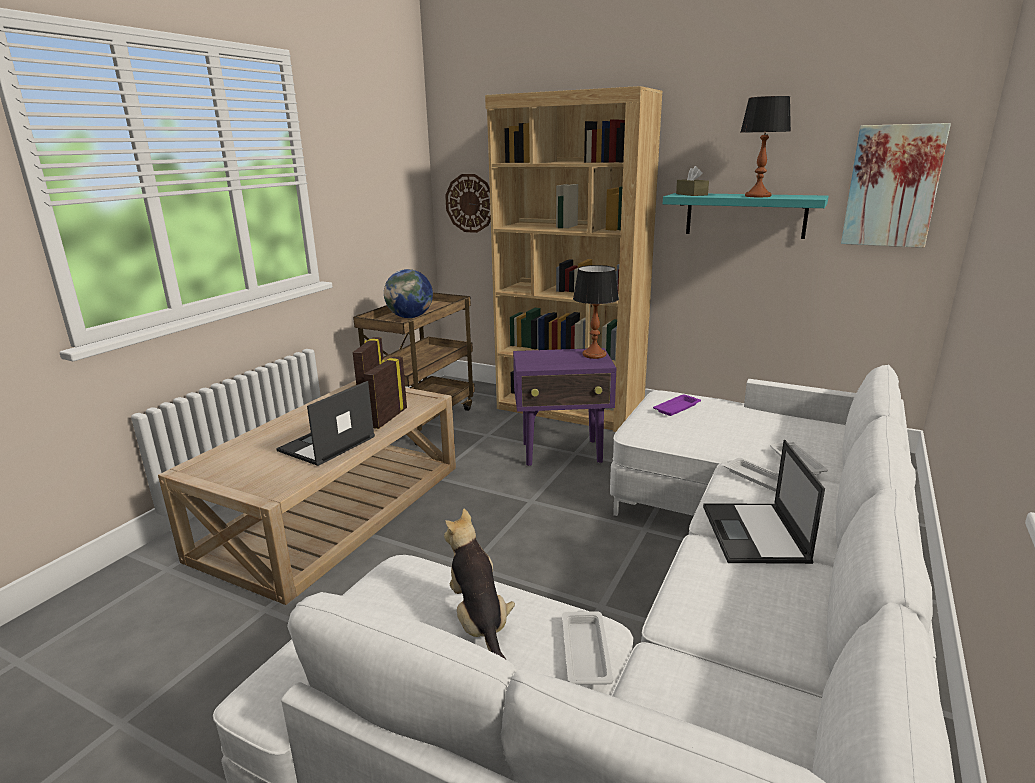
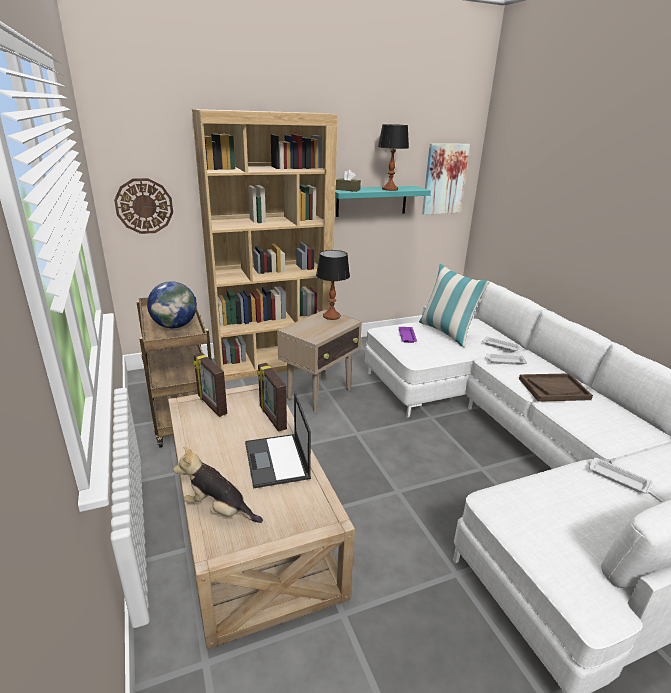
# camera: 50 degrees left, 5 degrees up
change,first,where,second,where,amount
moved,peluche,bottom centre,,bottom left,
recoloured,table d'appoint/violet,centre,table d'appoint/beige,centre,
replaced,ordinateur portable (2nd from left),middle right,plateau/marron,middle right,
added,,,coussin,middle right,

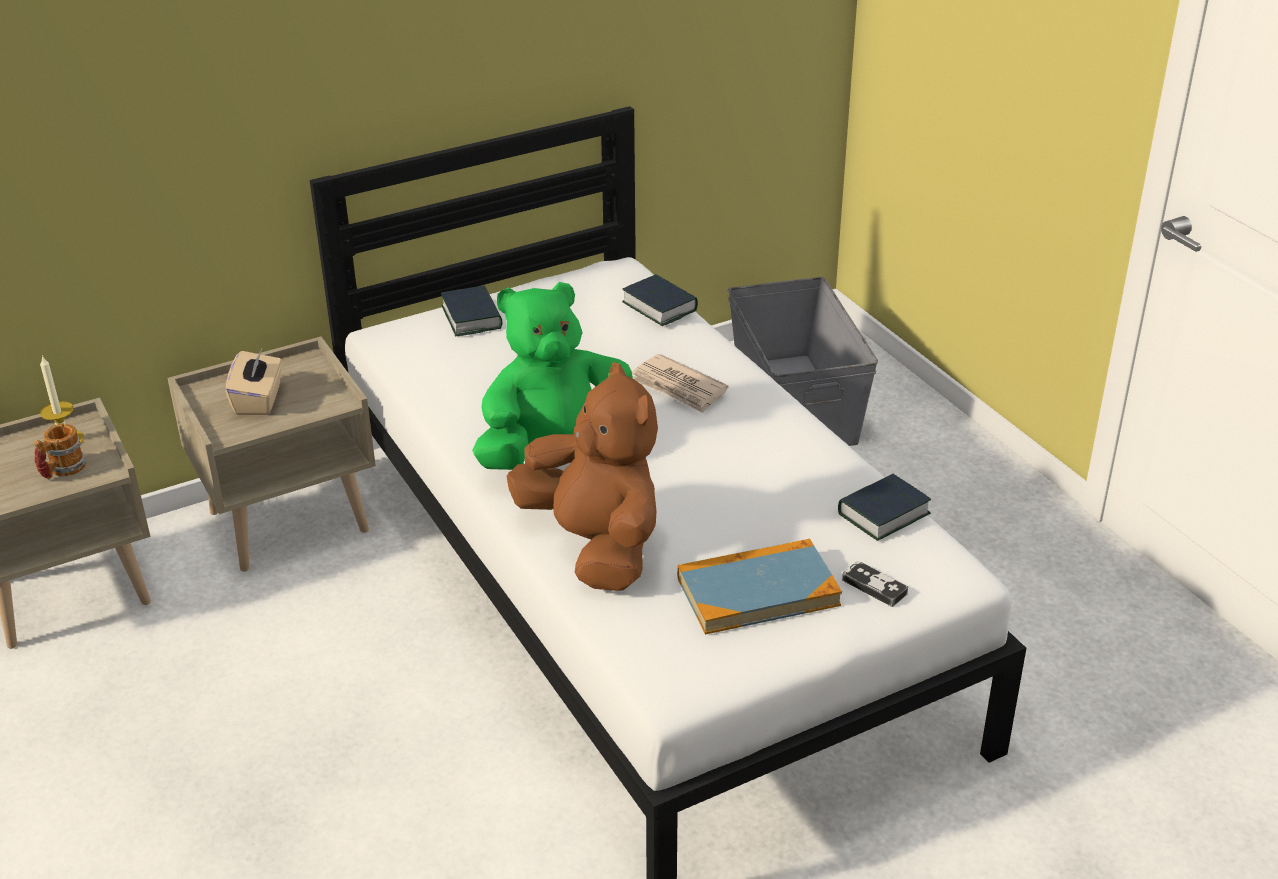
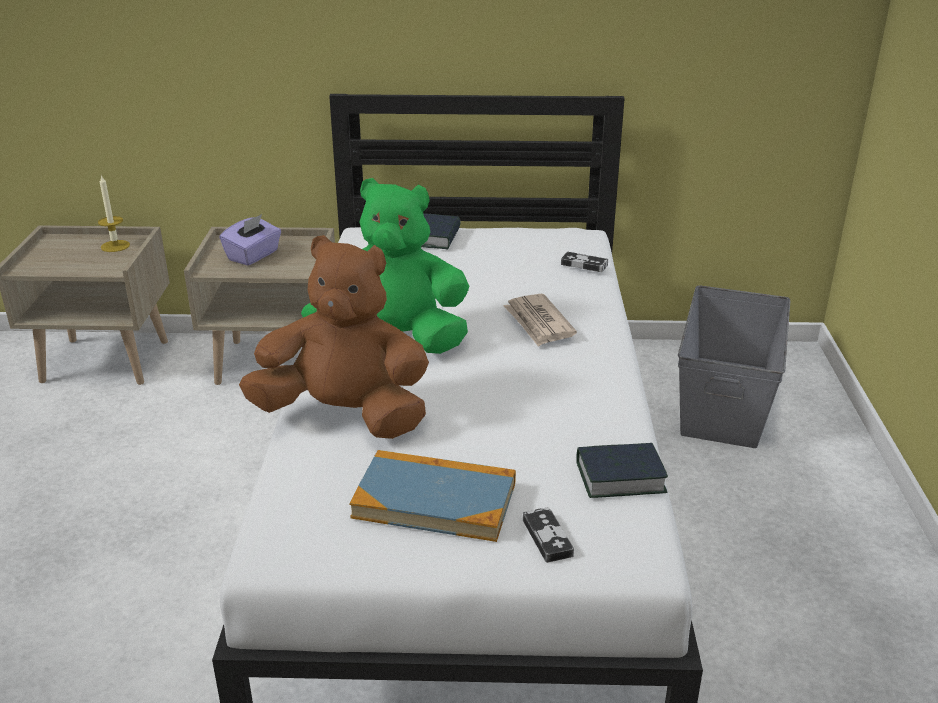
# camera: 30 degrees right, 5 degrees down
change,first,where,second,where,amount
removed,mug,middle left,,,
recoloured,boîte à mouchoirs/beige,middle left,boîte à mouchoirs/violet,middle left,
turned,peluche/marron,centre,,centre,75 degrees counterclockwise
replaced,livre (2nd from left),centre,manette (2nd from left),centre,

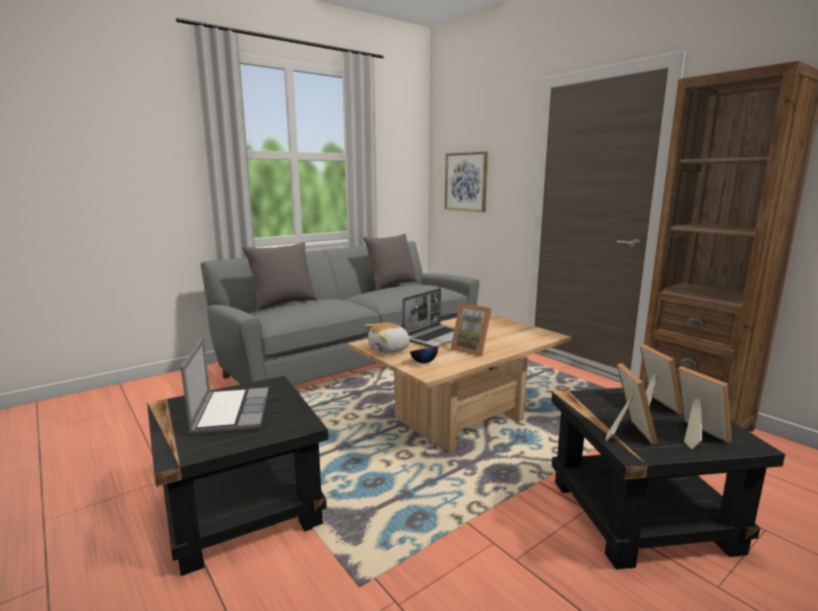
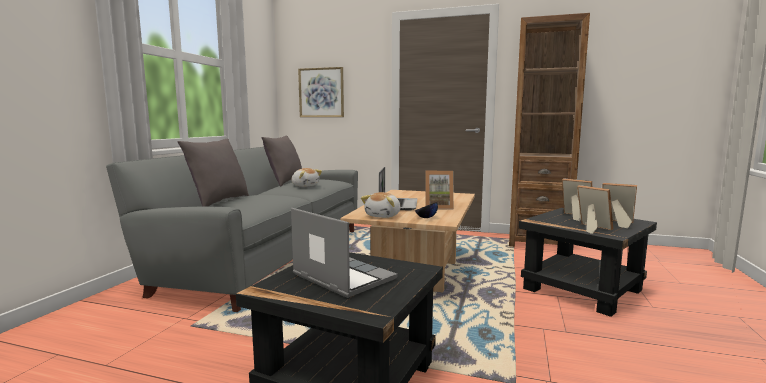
# camera: 35 degrees left, 5 degrees down
change,first,where,second,where,amount
added,,,peluche (1st from left),centre,

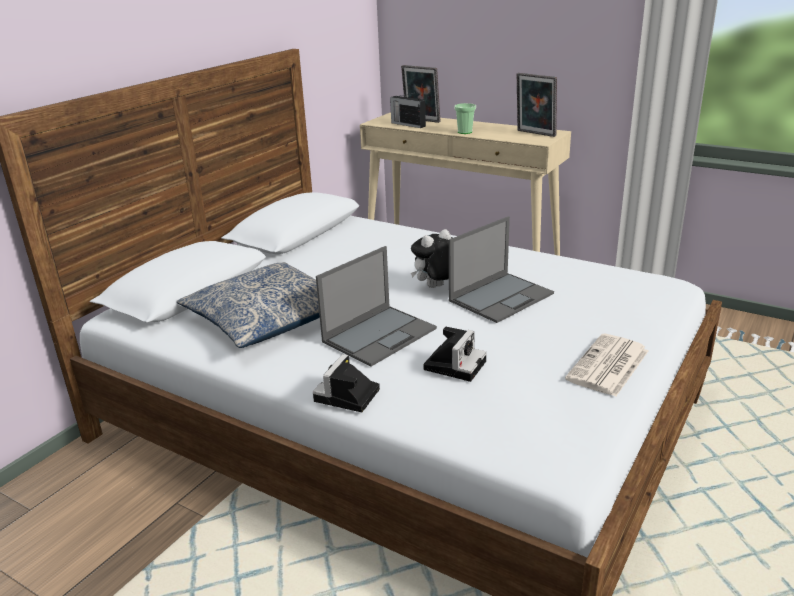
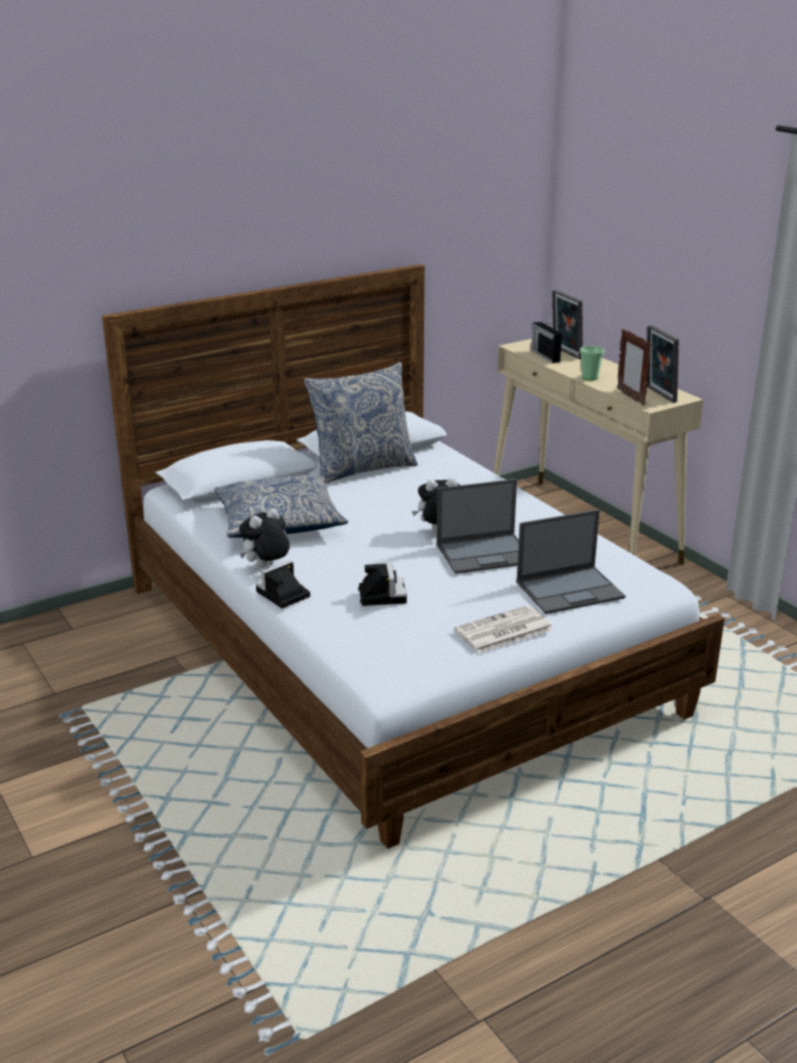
# camera: 25 degrees right, 0 degrees up
change,first,where,second,where,amount
moved,ordinateur portable (1st from left in the first image),centre,ordinateur portable (2nd from left),middle right,
turned,appareil photo (2nd from left),centre,,centre,60 degrees counterclockwise
added,,,peluche (1st from left),middle left,
added,,,coussin (2nd from left),centre,
added,,,cadre photo (2nd from left),middle right,

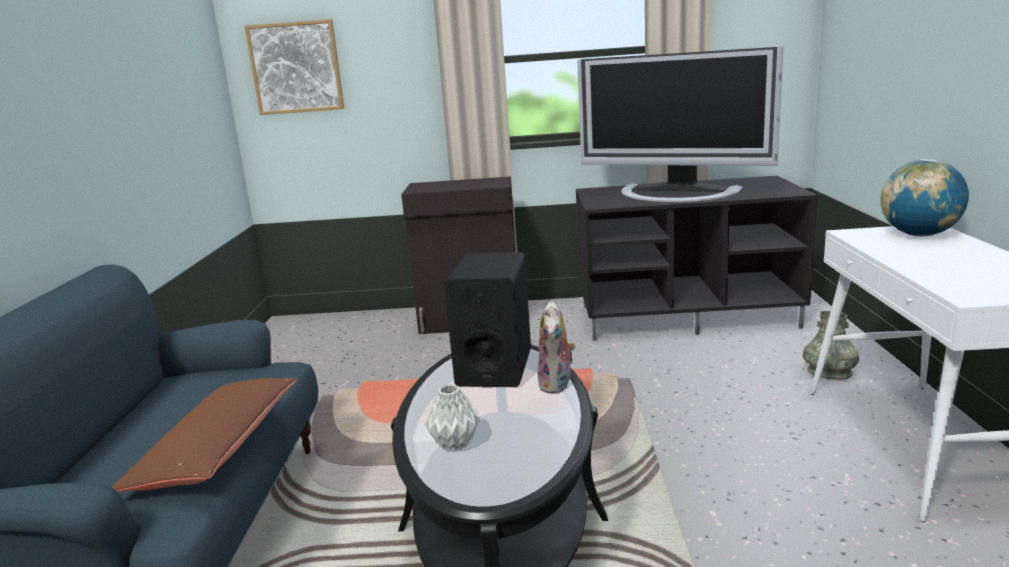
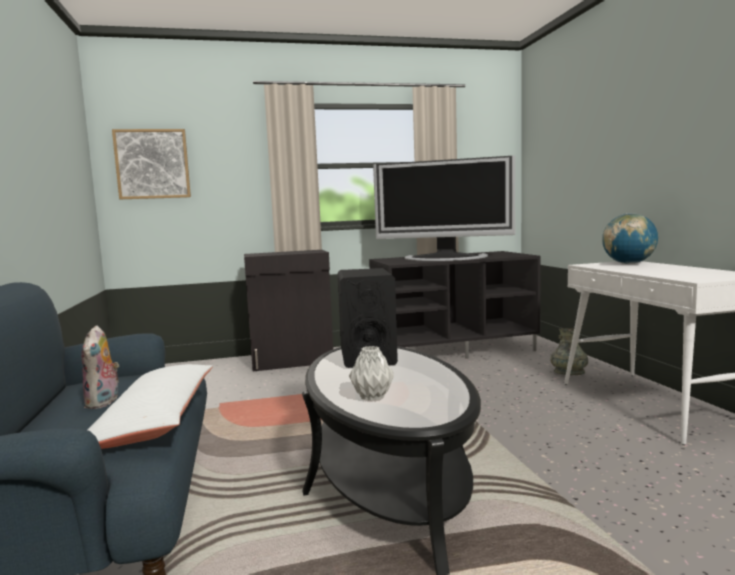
# camera: 15 degrees left, 10 degrees down
change,first,where,second,where,amount
recoloured,coussin/marron,bottom left,coussin/blanc,bottom left,
moved,peluche,centre,,middle left,

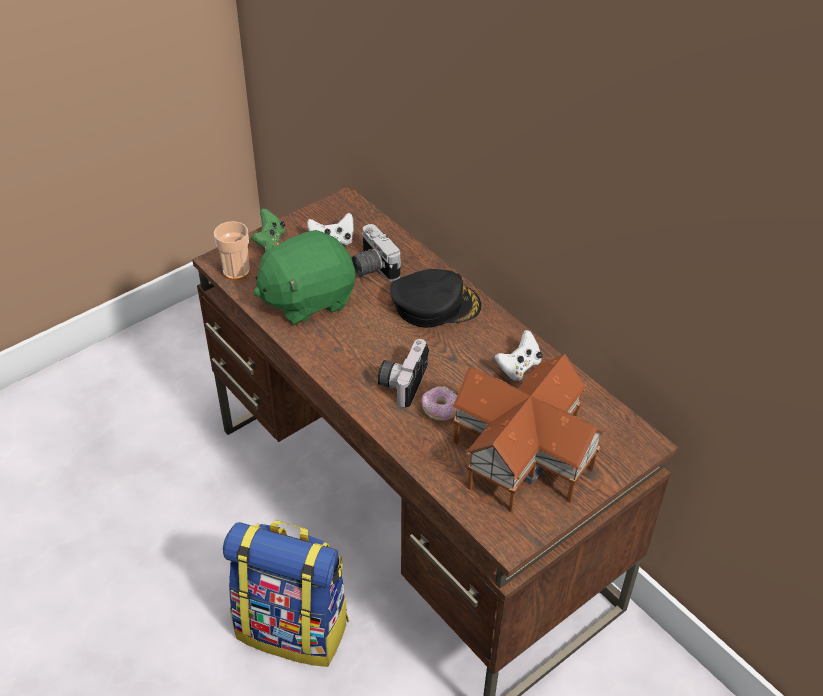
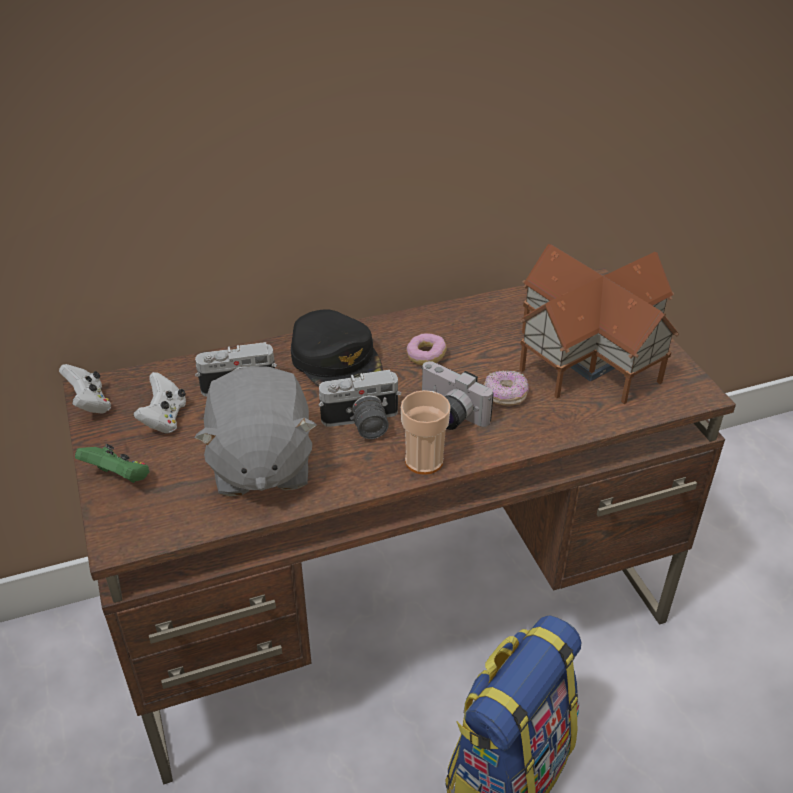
# camera: 70 degrees left, 5 degrees down
change,first,where,second,where,amount
moved,tasse,middle left,,centre,
recoloured,peluche/vert,centre,peluche/gris,middle left,
turned,casquette/noir,centre,,centre,135 degrees clockwise
moved,manette/blanc (2nd from left in the first image),centre,manette/blanc (1st from left),middle left,
added,,,appareil photo (2nd from left),centre,
added,,,beignet (1st from left),centre,

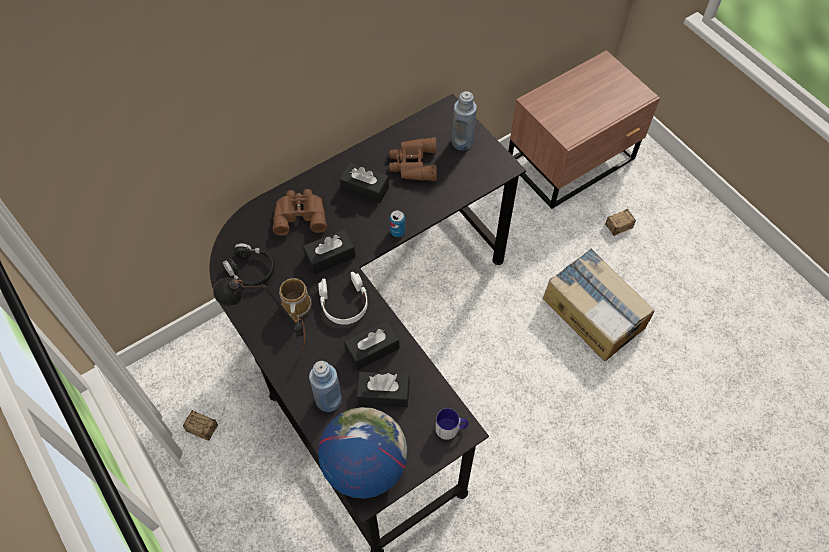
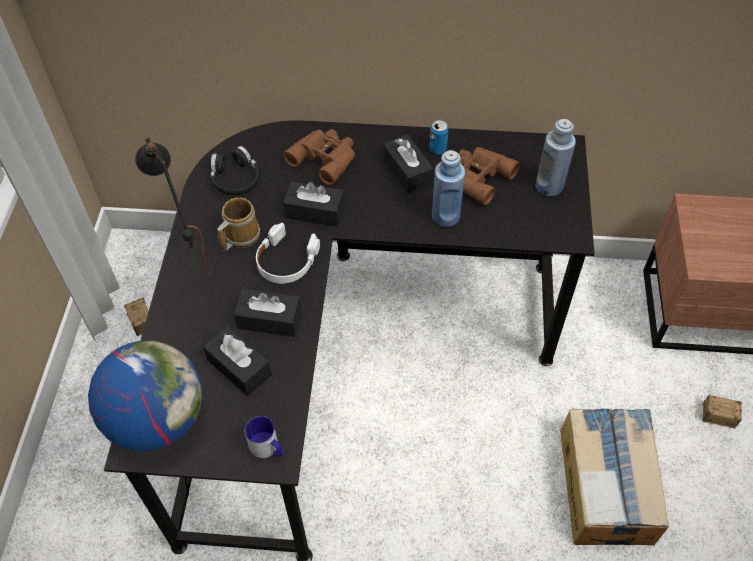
# camera: 40 degrees right, 5 degrees down
change,first,where,second,where,amount
moved,bouteille/bleu (1st from left),bottom centre,,centre,
moved,boîte métallique,centre,,top centre,

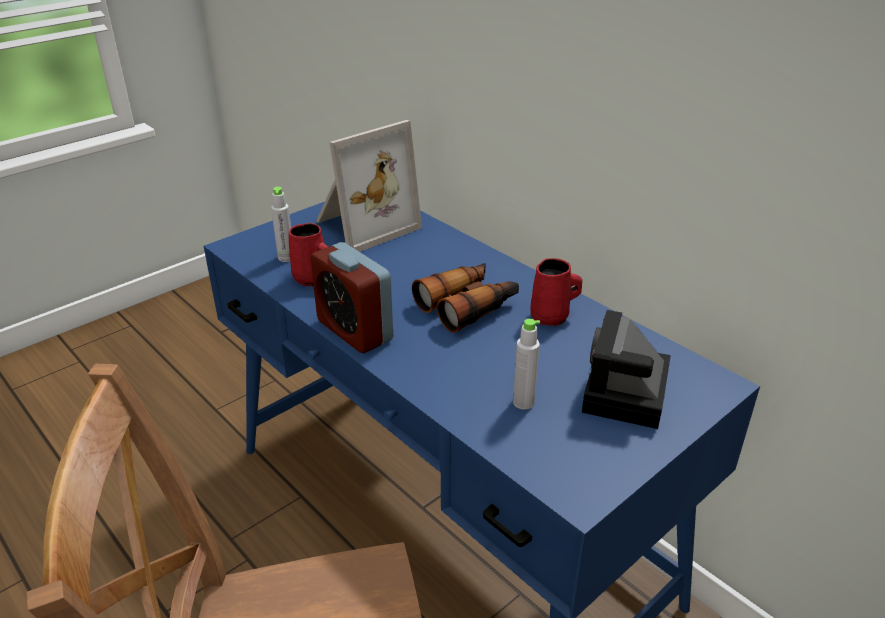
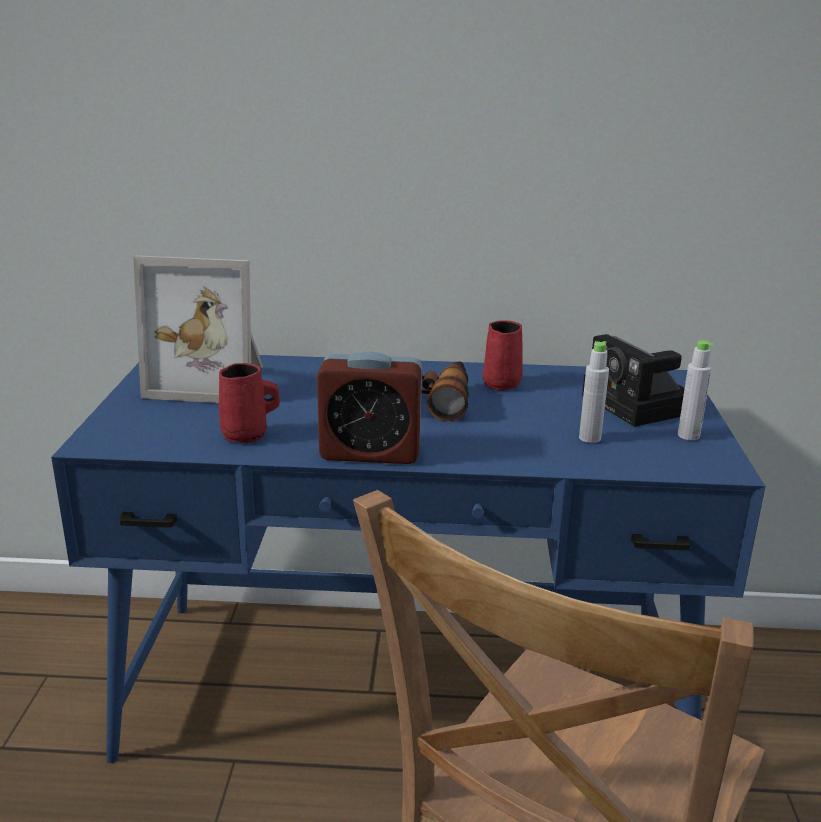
# camera: 45 degrees left, 10 degrees down
change,first,where,second,where,amount
moved,bouteille/gris (1st from left in the first image),middle left,bouteille/gris (2nd from left),middle right,
turned,cadre photo,top centre,,middle left,90 degrees clockwise

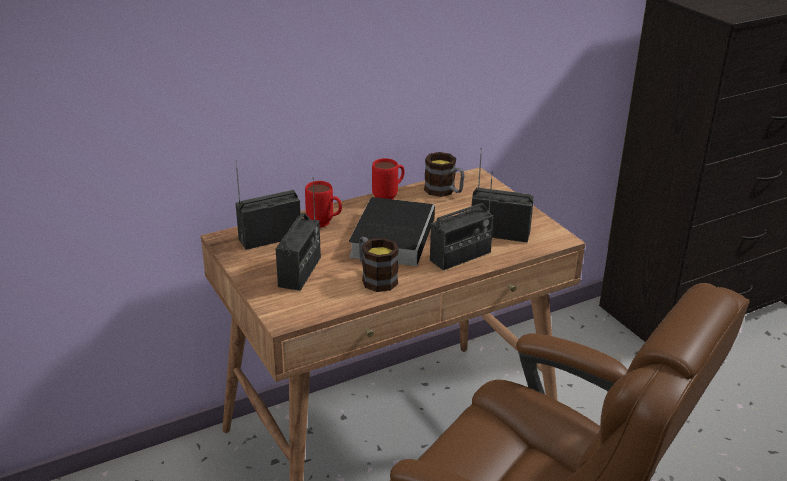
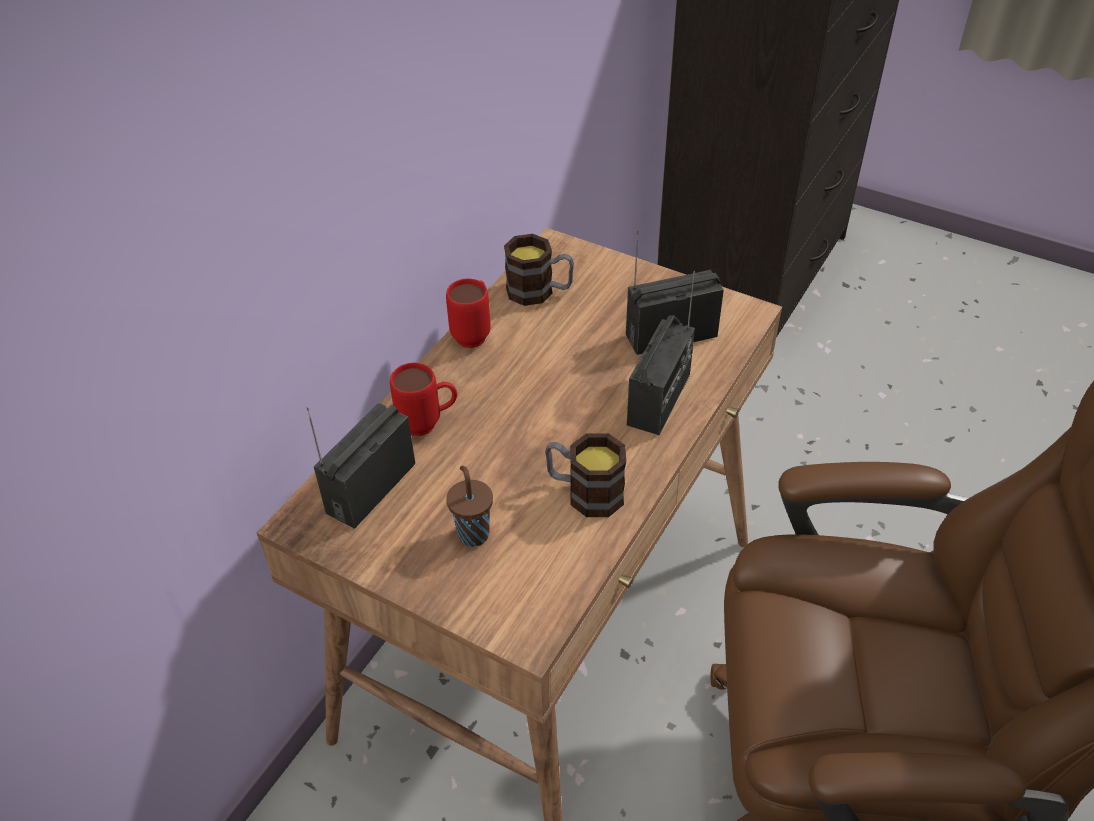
# camera: 30 degrees left, 15 degrees up
change,first,where,second,where,amount
replaced,radio (2nd from left),centre,tasse/marron,centre,
removed,livre,centre,,,

